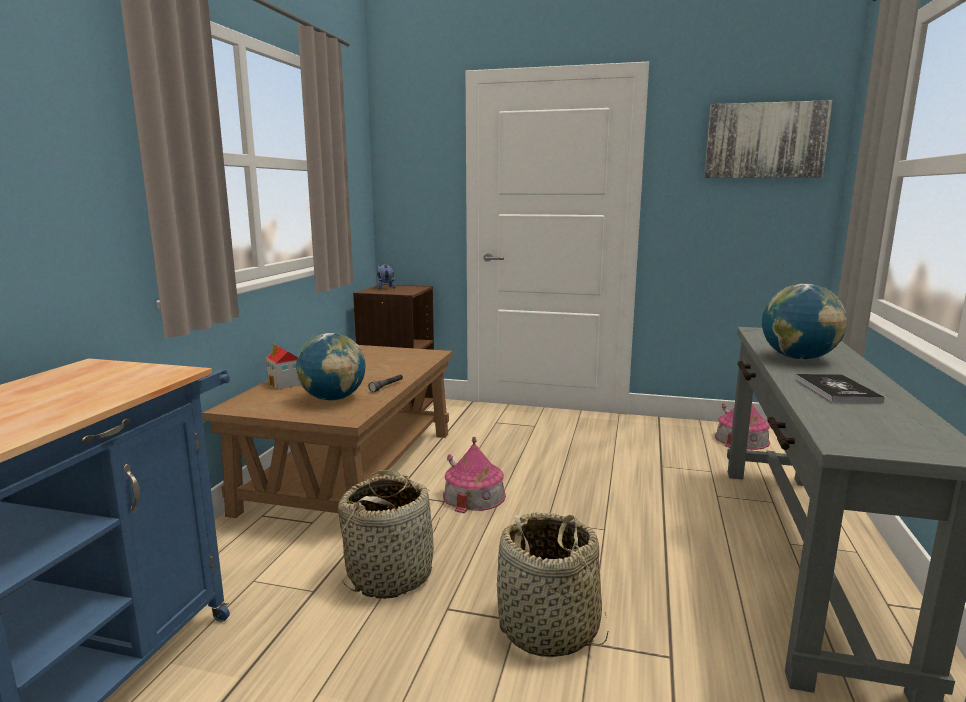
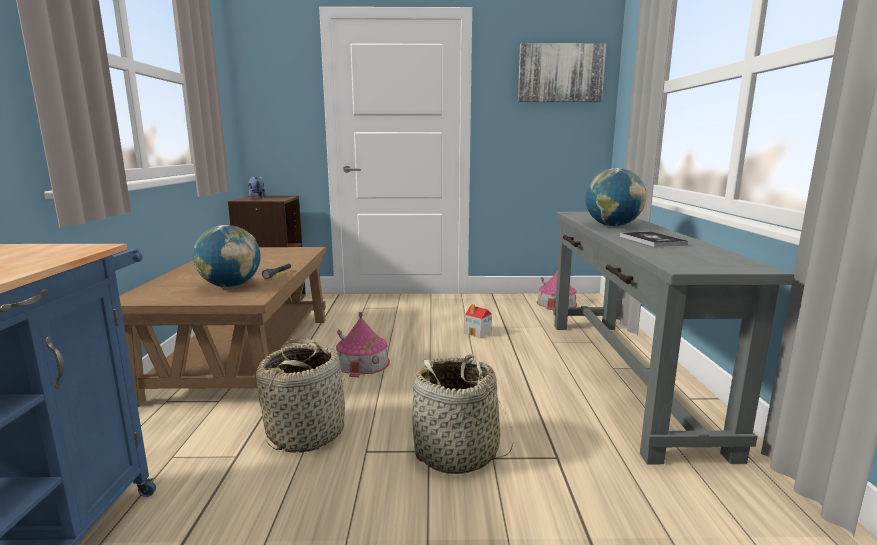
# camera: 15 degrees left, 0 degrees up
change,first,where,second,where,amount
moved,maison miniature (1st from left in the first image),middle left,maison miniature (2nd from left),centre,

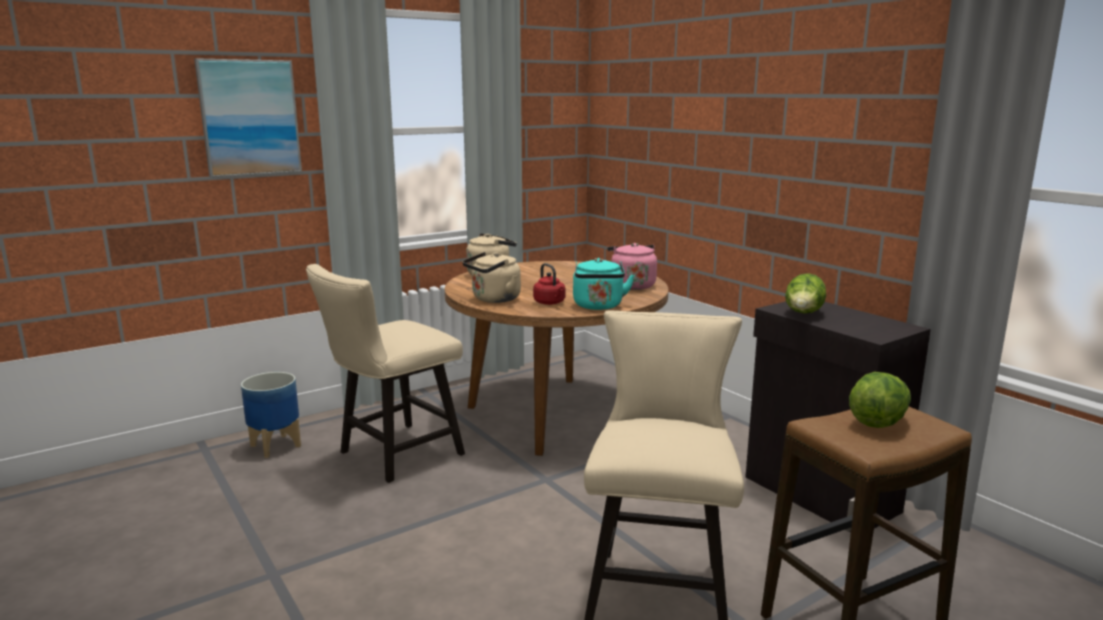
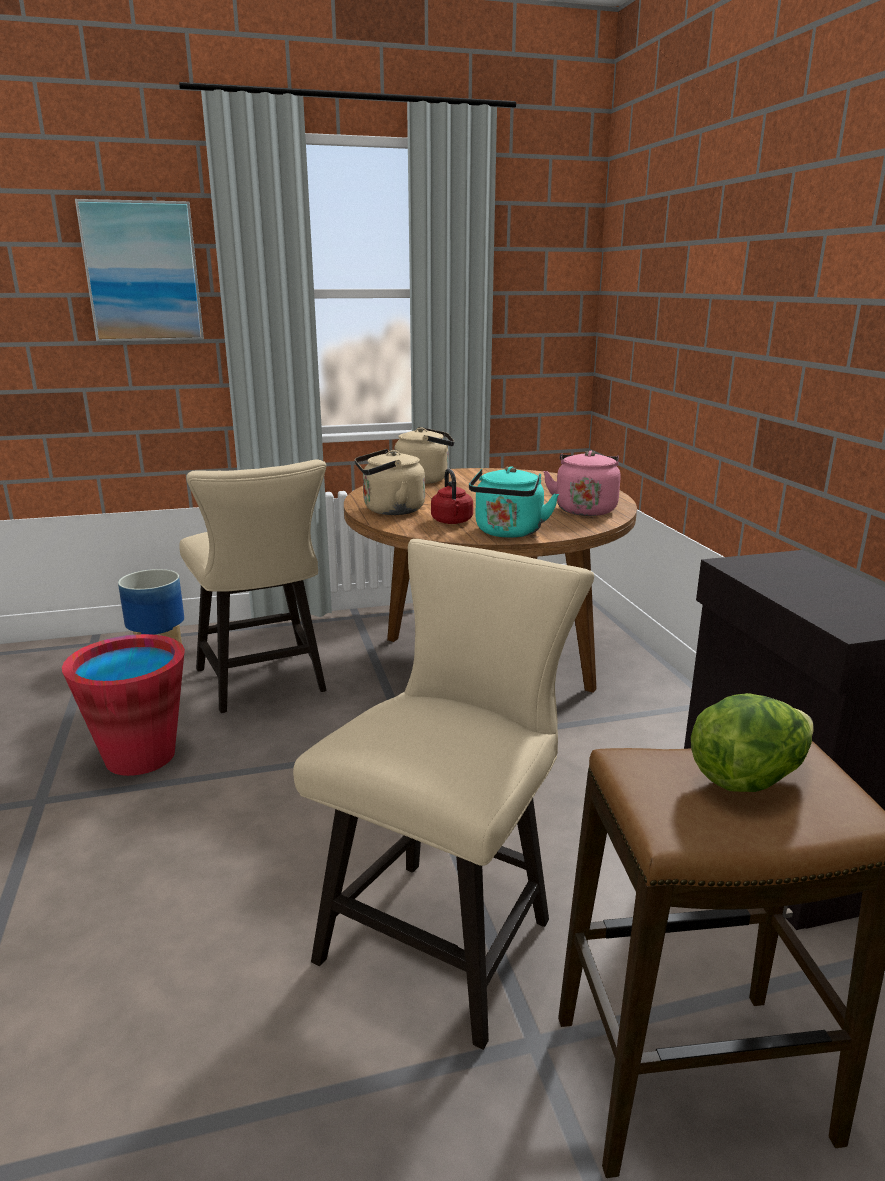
# camera: 20 degrees right, 5 degrees up
change,first,where,second,where,amount
turned,chaise/beige (1st from left),centre,,middle left,90 degrees counterclockwise
removed,laitue (1st from left),middle right,,,
added,,,seau/rouge,middle left,

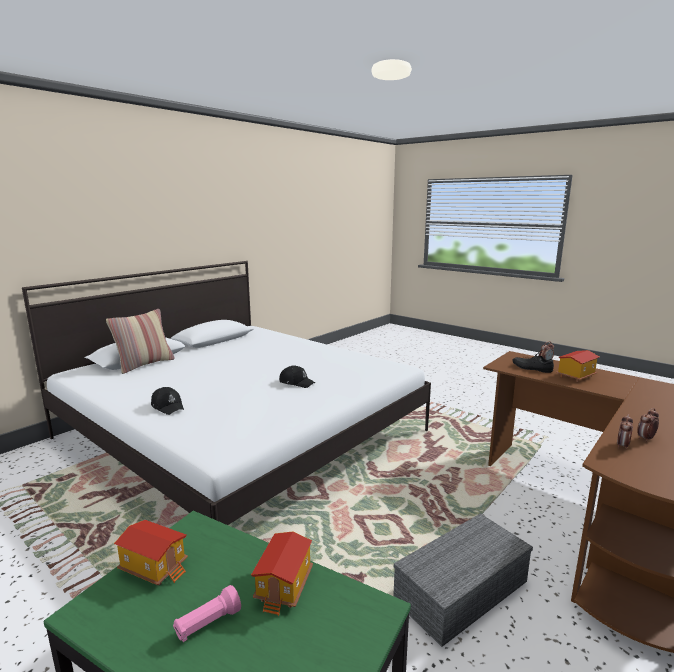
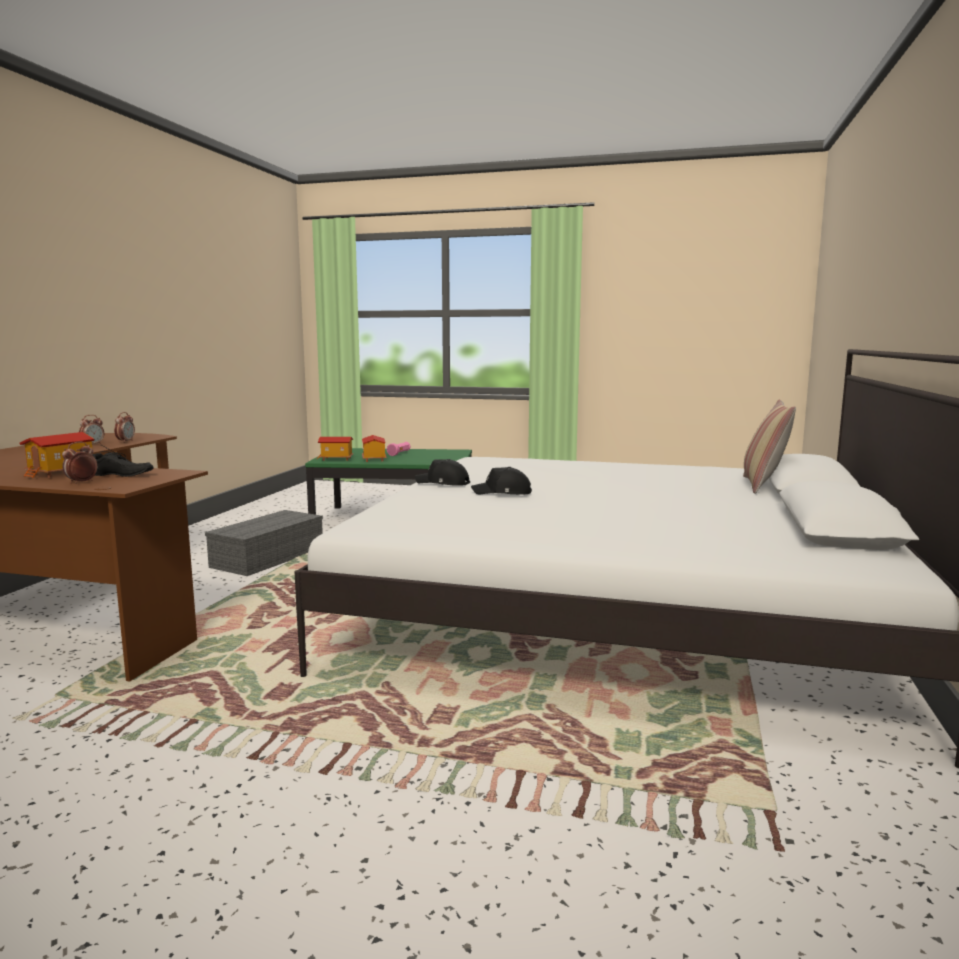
# camera: 155 degrees right, 5 degrees down
change,first,where,second,where,amount
moved,maison miniature (1st from left in the first image),bottom left,maison miniature (2nd from left),centre,
moved,casquette/noir (1st from left),middle left,,centre,

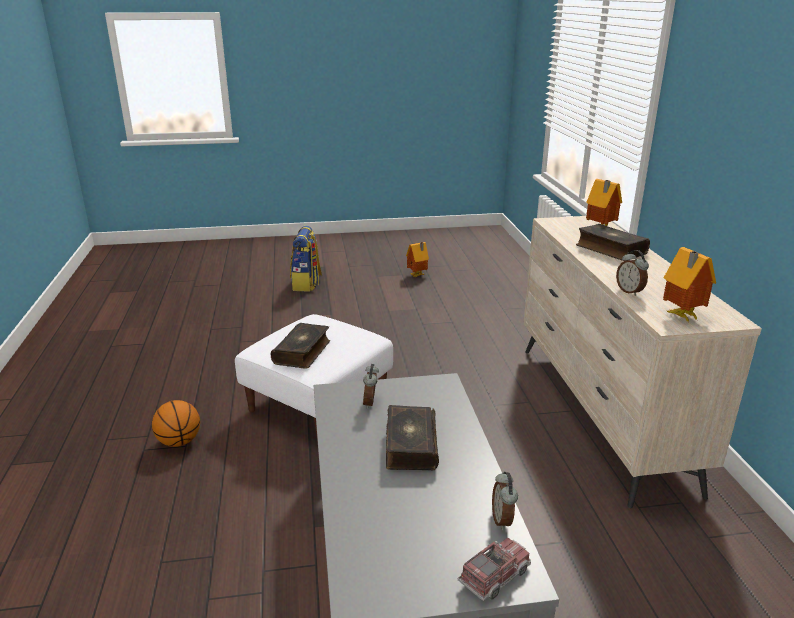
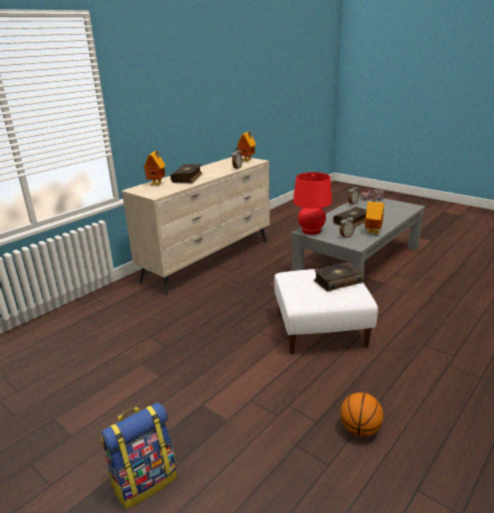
# camera: 130 degrees left, 0 degrees up
change,first,where,second,where,amount
moved,ballon de basket,bottom left,,bottom right,
moved,maison miniature (1st from left in the first image),centre,maison miniature (3rd from left),middle right,
added,,,lampe de table/rouge,centre,

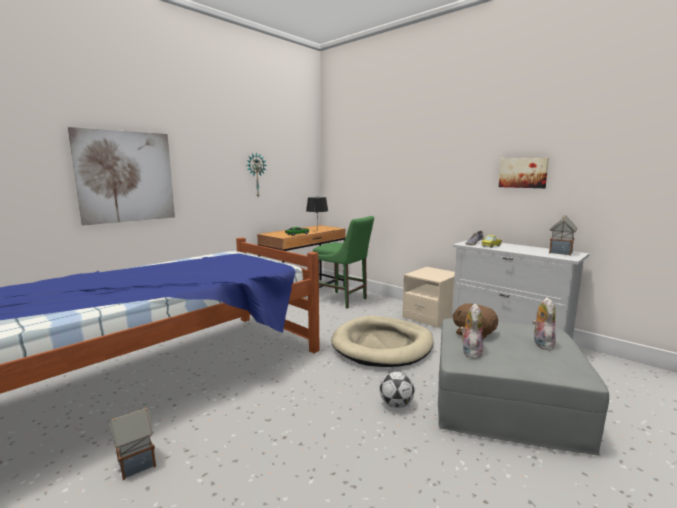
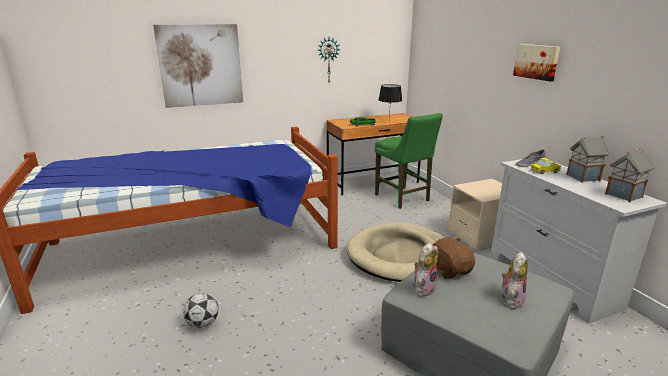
# camera: 25 degrees right, 10 degrees up
change,first,where,second,where,amount
moved,maison miniature (1st from left),bottom left,,middle right,
moved,ballon de foot,bottom centre,,bottom left,
moved,tableau (2nd from left),middle right,,top right,

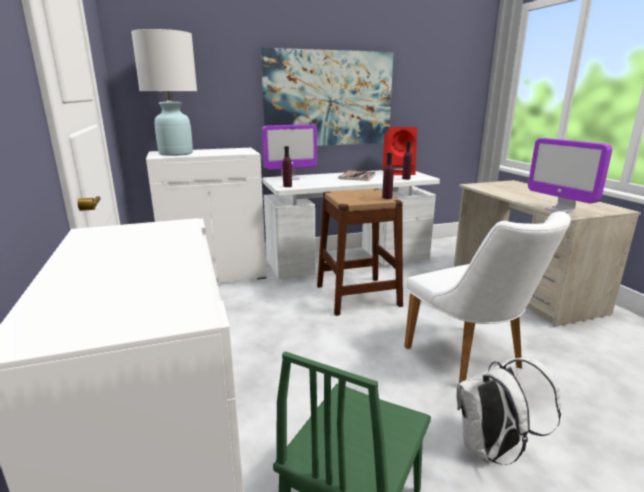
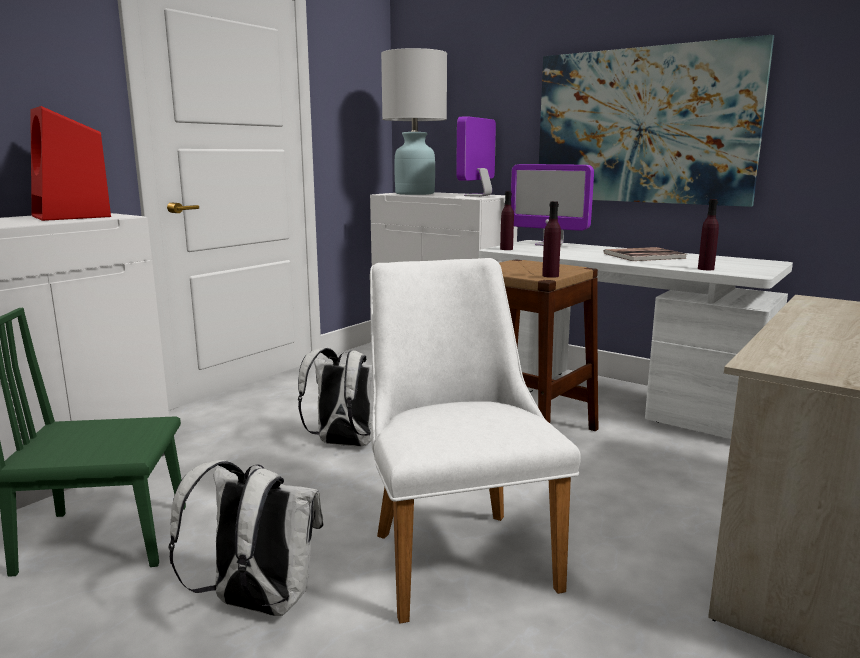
# camera: 55 degrees right, 5 degrees down
change,first,where,second,where,amount
moved,enceinte/rouge,top centre,,top left,
turned,chaise/blanc,middle right,,bottom centre,135 degrees clockwise
moved,écran d'ordinateur (2nd from left in the first image),middle right,écran d'ordinateur (1st from left),top centre,
added,,,sac à dos/blanc (2nd from left),centre,

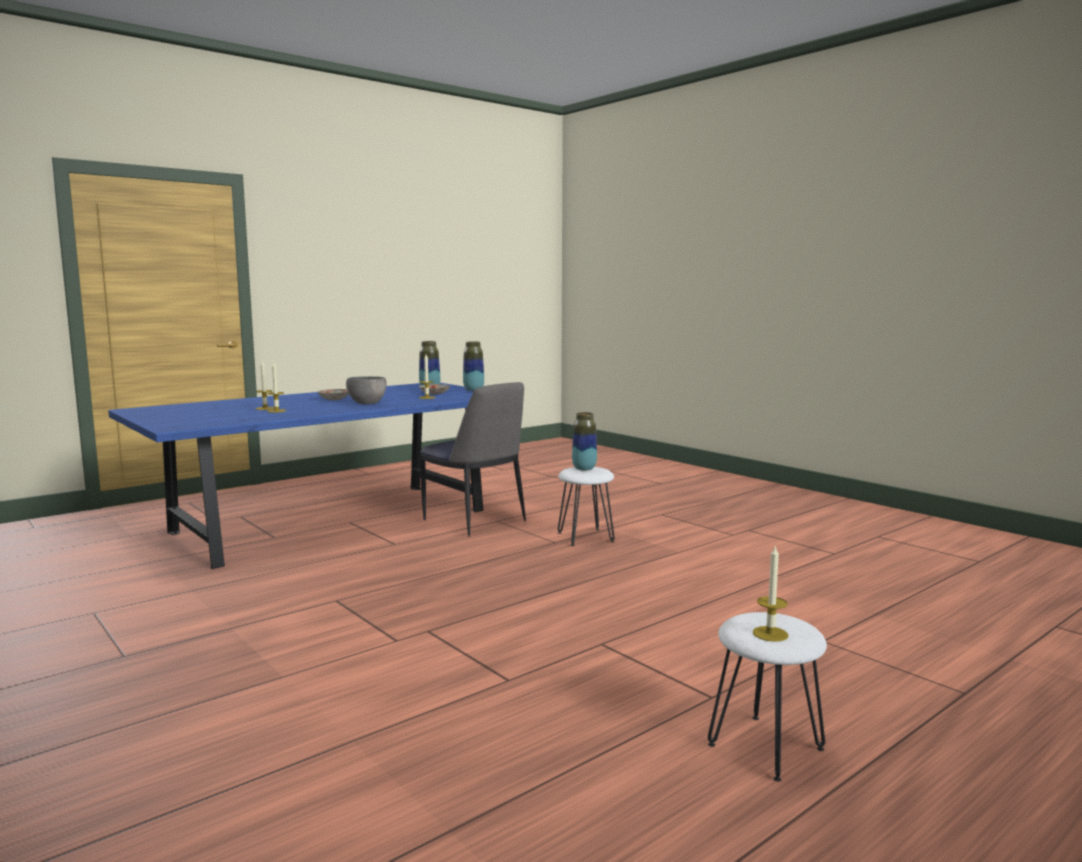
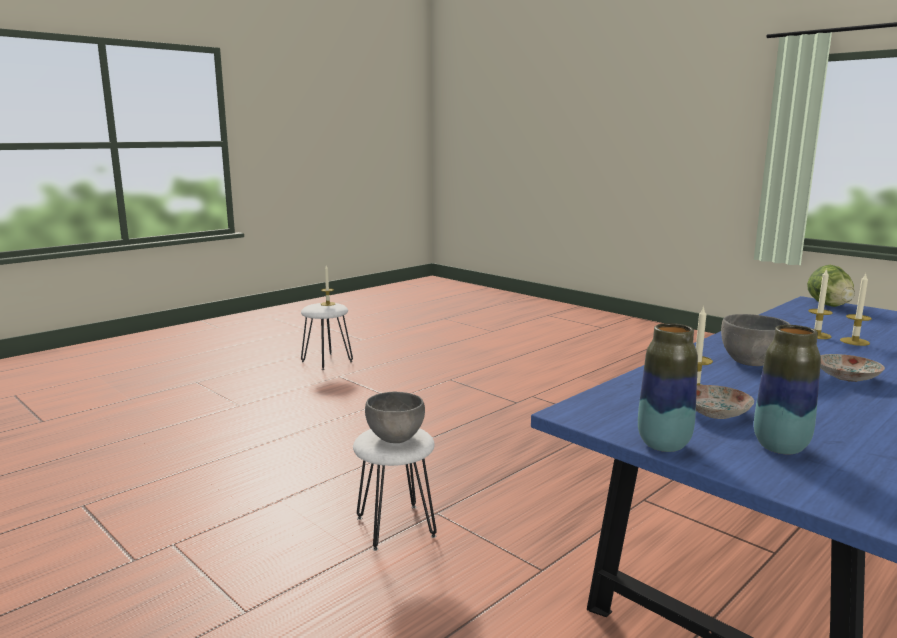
# camera: 175 degrees right, 5 degrees up
change,first,where,second,where,amount
removed,chaise,centre,,,
replaced,vase (3rd from left),centre,bol/gris (1st from left),centre,
added,,,laitue,middle right,

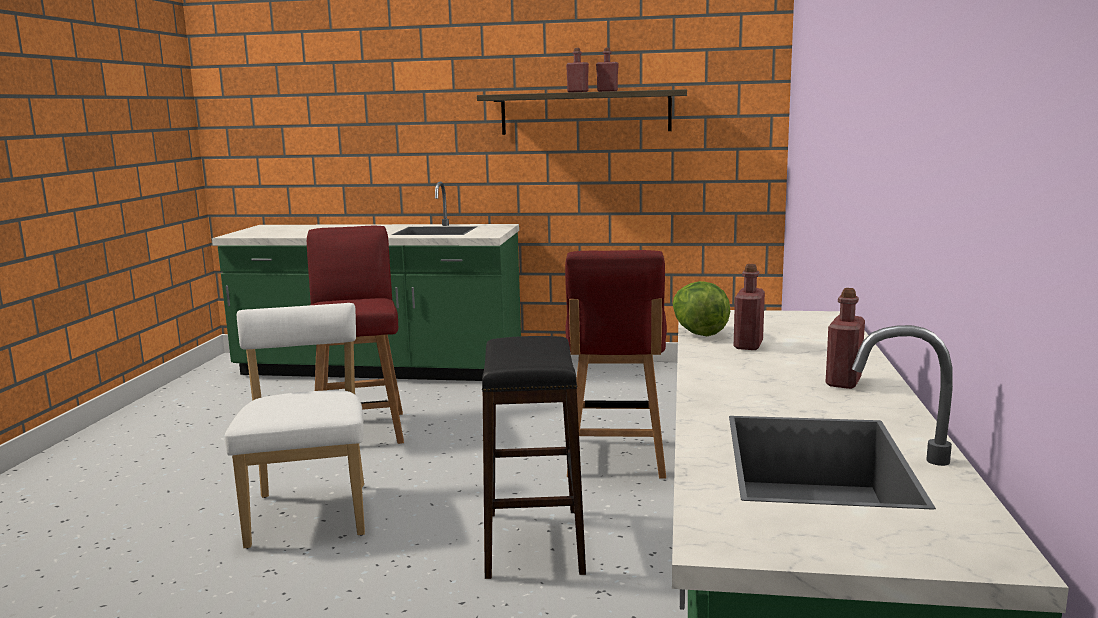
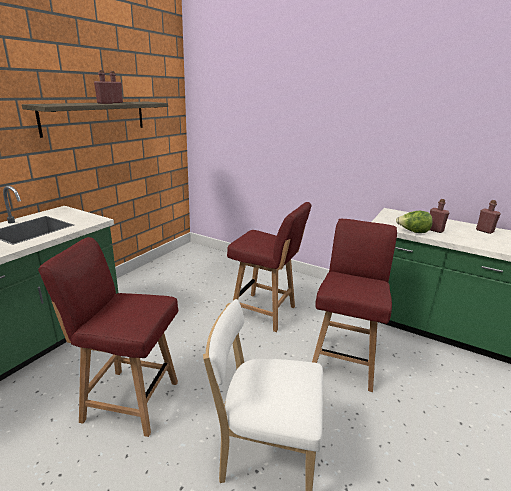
# camera: 70 degrees left, 10 degrees up
change,first,where,second,where,amount
replaced,tabouret/noir,bottom centre,chaise/rouge (3rd from left),middle right,

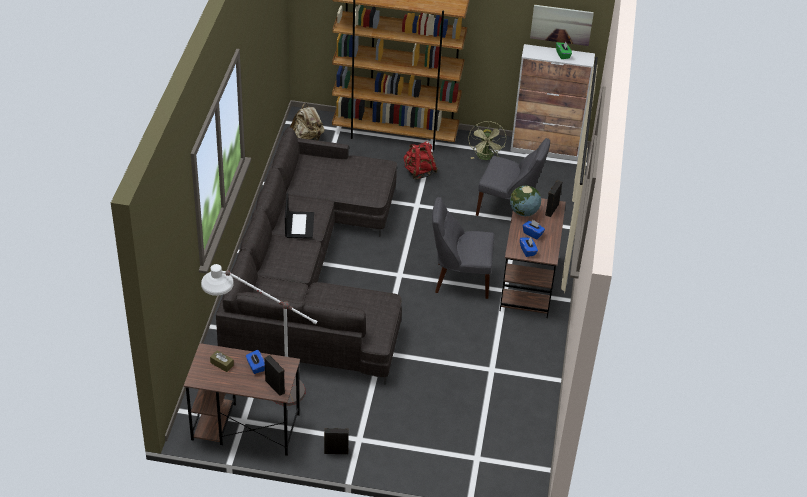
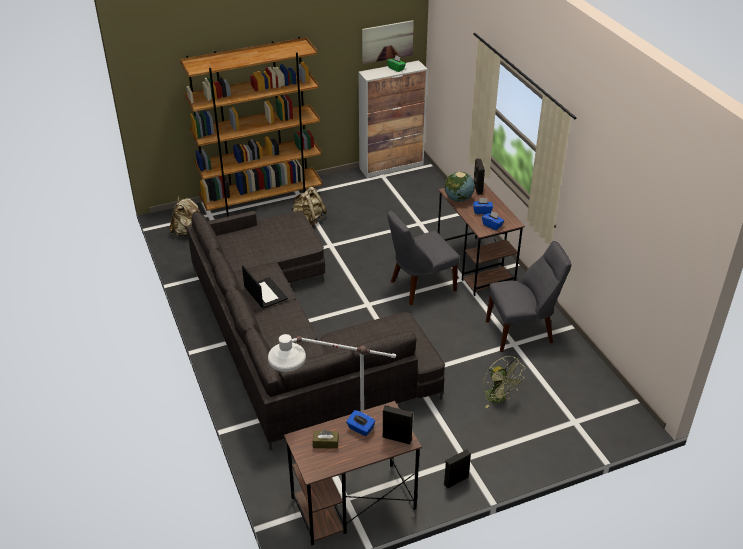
# camera: 30 degrees left, 5 degrees down
change,first,where,second,where,amount
recoloured,sac à dos/rouge,top centre,sac à dos/beige (2nd from left),centre,
moved,ventilateur/vert,top centre,,bottom right,
moved,chaise/gris (2nd from left),centre,,middle right,

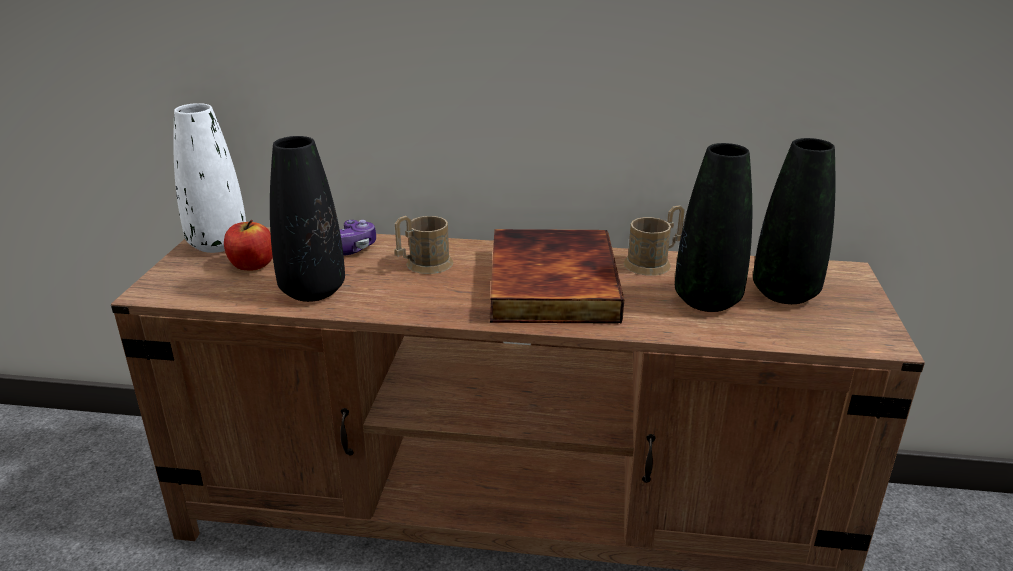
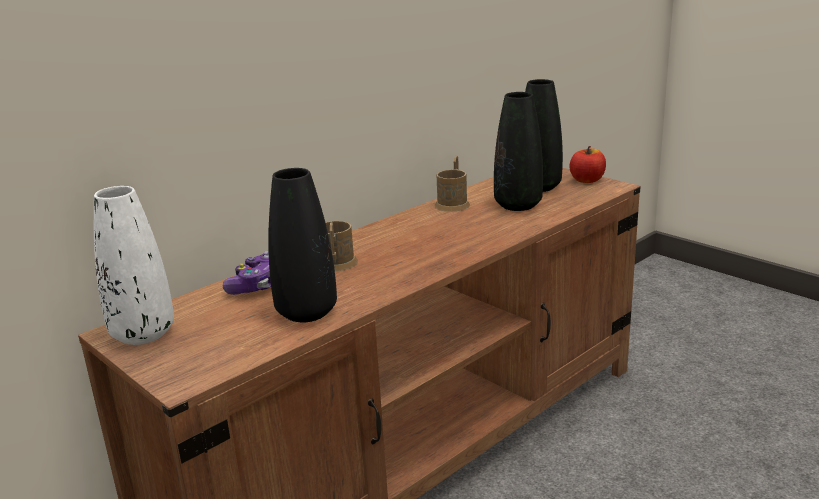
# camera: 50 degrees left, 5 degrees down
change,first,where,second,where,amount
moved,pomme,middle left,,top right,
removed,livre,centre,,,

